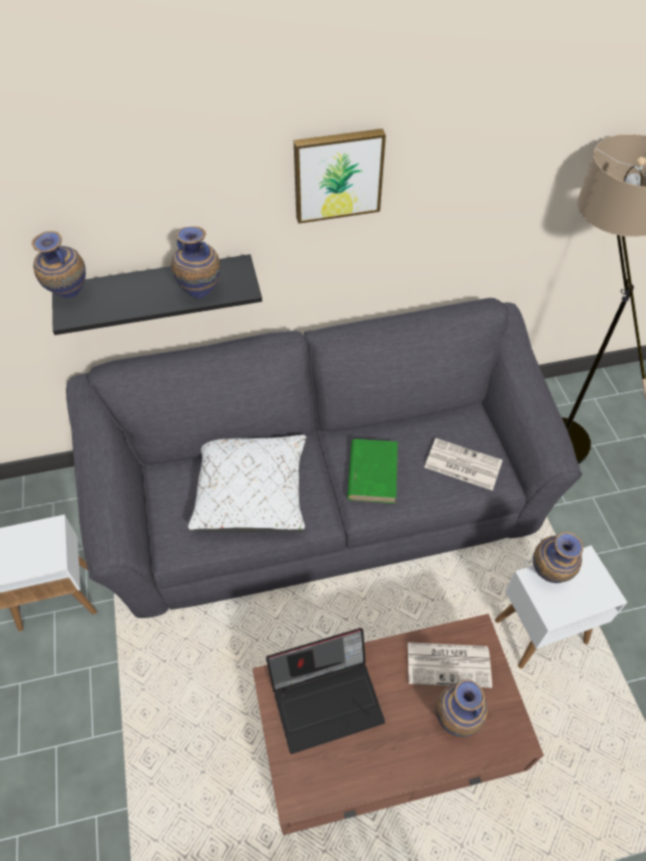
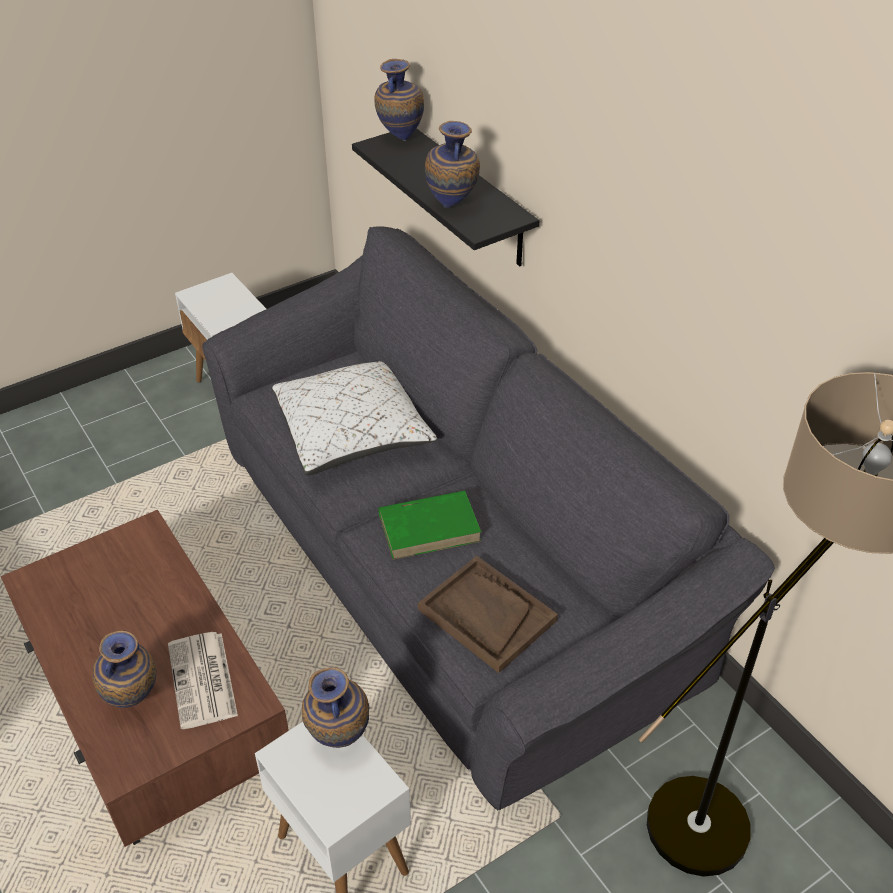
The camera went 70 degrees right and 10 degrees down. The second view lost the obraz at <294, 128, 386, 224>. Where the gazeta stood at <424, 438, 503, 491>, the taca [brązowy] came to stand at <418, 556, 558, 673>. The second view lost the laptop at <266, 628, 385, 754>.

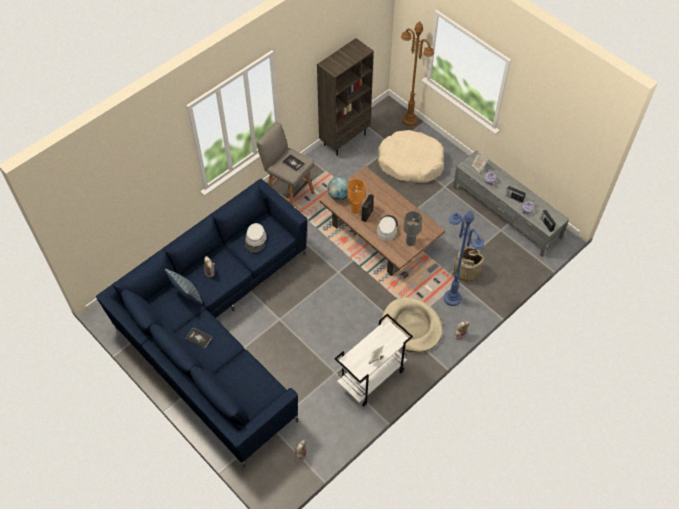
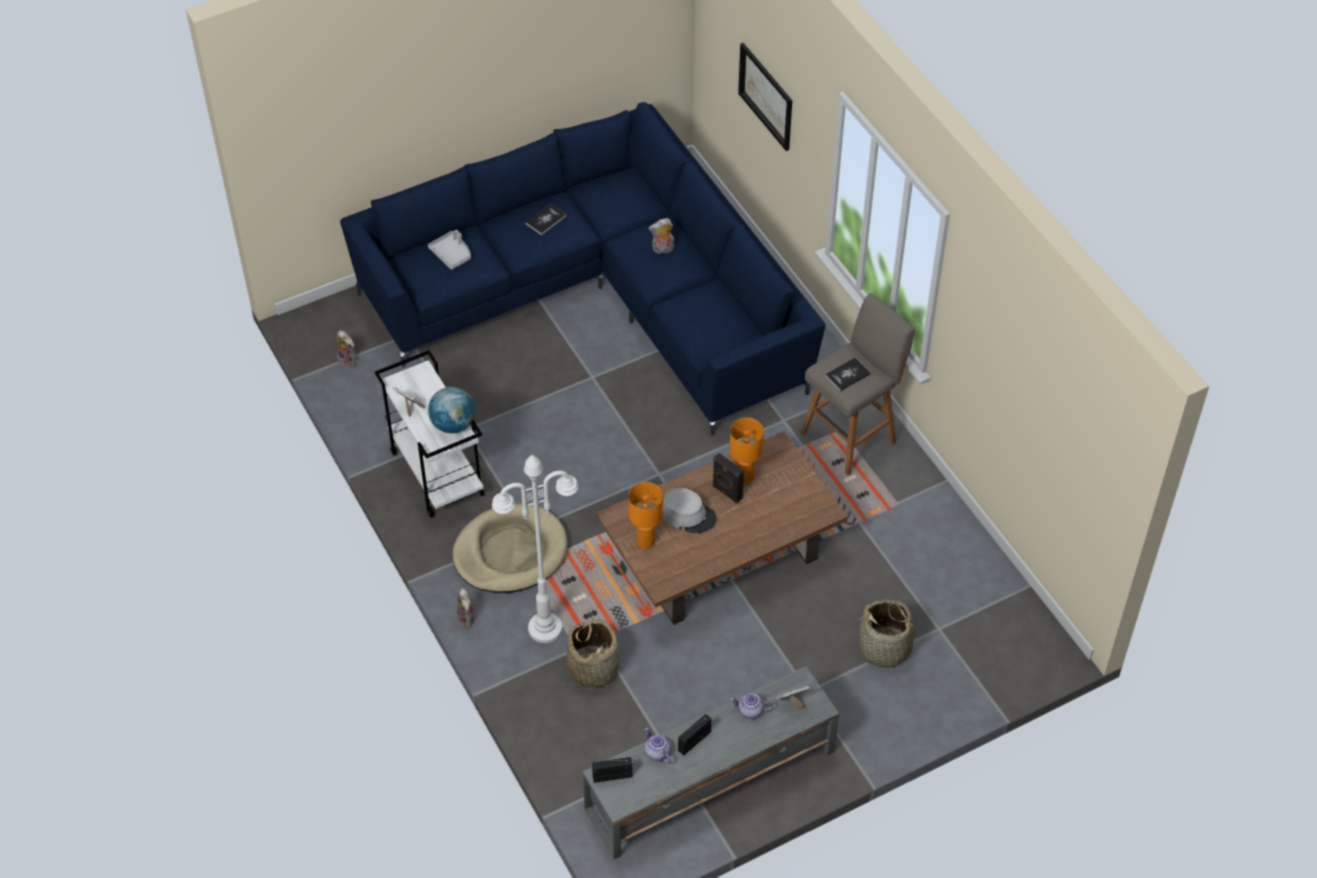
The camera went 105 degrees right and 5 degrees down. The second view lost the lampa stojąca [brązowy] at <401, 21, 434, 126>. The second view lost the regał [brązowy] at <317, 38, 374, 156>. Where the legowisko [beżowy] stood at <378, 130, 444, 183>, the koszyk came to stand at <854, 599, 924, 668>. The globus ended up elsewhere, having gone from <327, 176, 349, 200> to <428, 387, 475, 433>. What was the lampa stołowa [szary] at <403, 211, 423, 246> turned into the lampa stołowa [pomarańczowy] at <628, 482, 663, 549>. What was the lampa stojąca [niebieski] at <444, 211, 484, 306> turned into the lampa stojąca [biały] at <492, 455, 579, 643>. The second view lost the kapelusz [szary] at <245, 223, 267, 253>. The second view lost the poduszka at <165, 269, 202, 304>. The second view gained the obraz at <738, 43, 792, 151>. The second view gained the taca [szary] at <428, 230, 471, 270>.

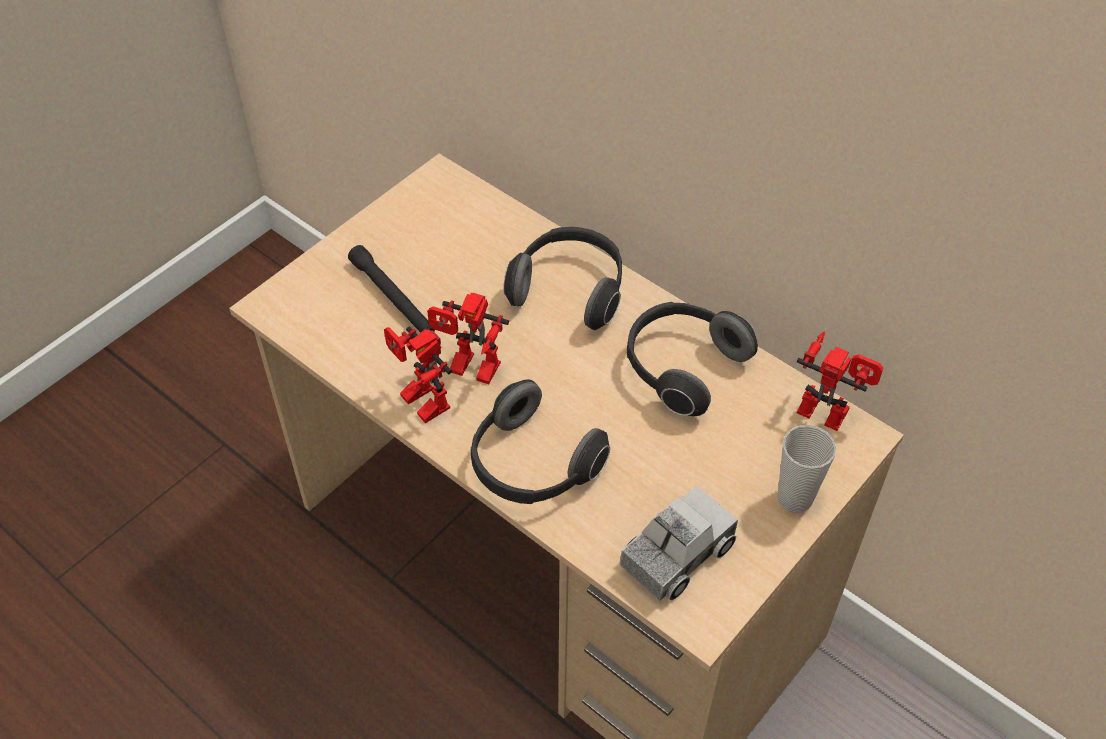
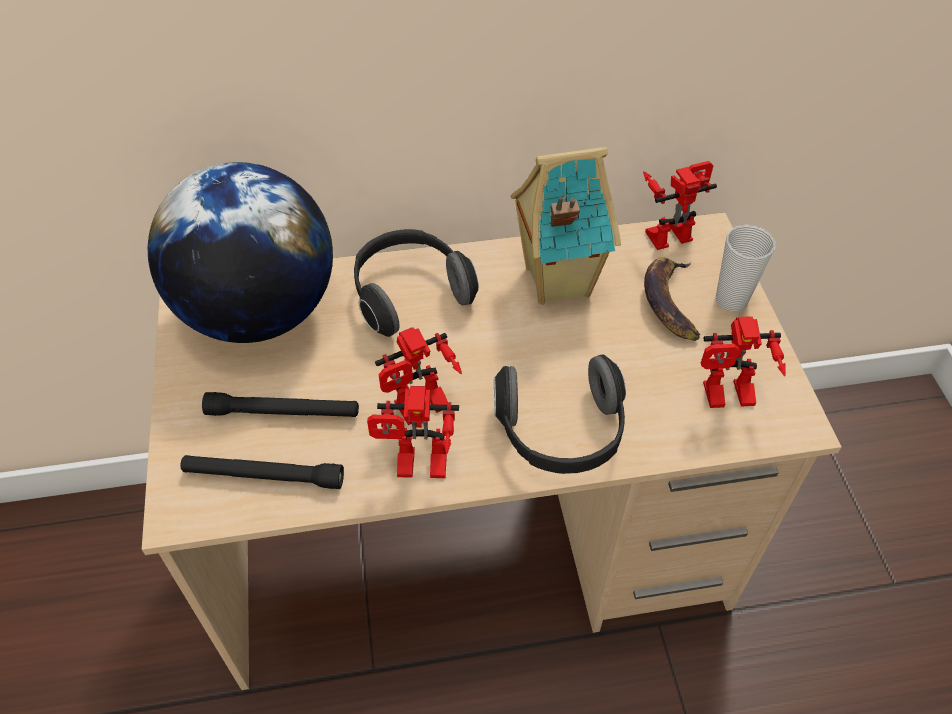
The camera went 50 degrees left and 0 degrees up. Where the słuchawki stood at <627, 302, 758, 416>, the domek came to stand at <511, 147, 621, 305>. Where the ciężarówka zabawkowa stood at <619, 485, 738, 601>, the robot zabawkowy came to stand at <701, 316, 786, 408>. The second view gained the globus at <148, 162, 333, 343>. The second view gained the banan at <644, 257, 700, 341>. The second view gained the latarka [czarny] at <180, 455, 344, 489>.

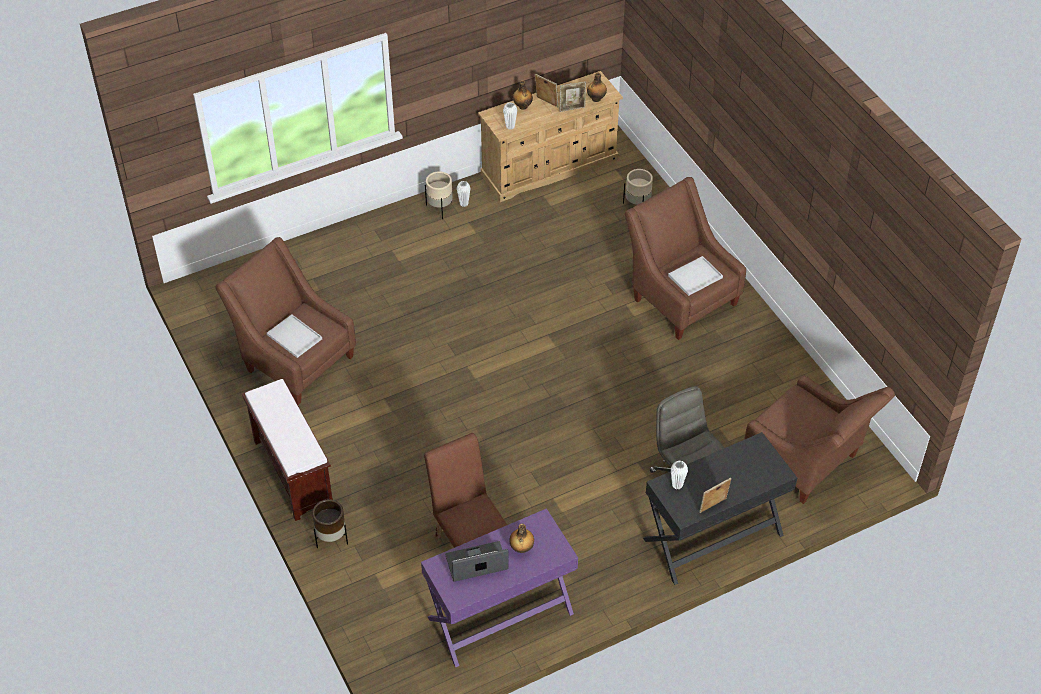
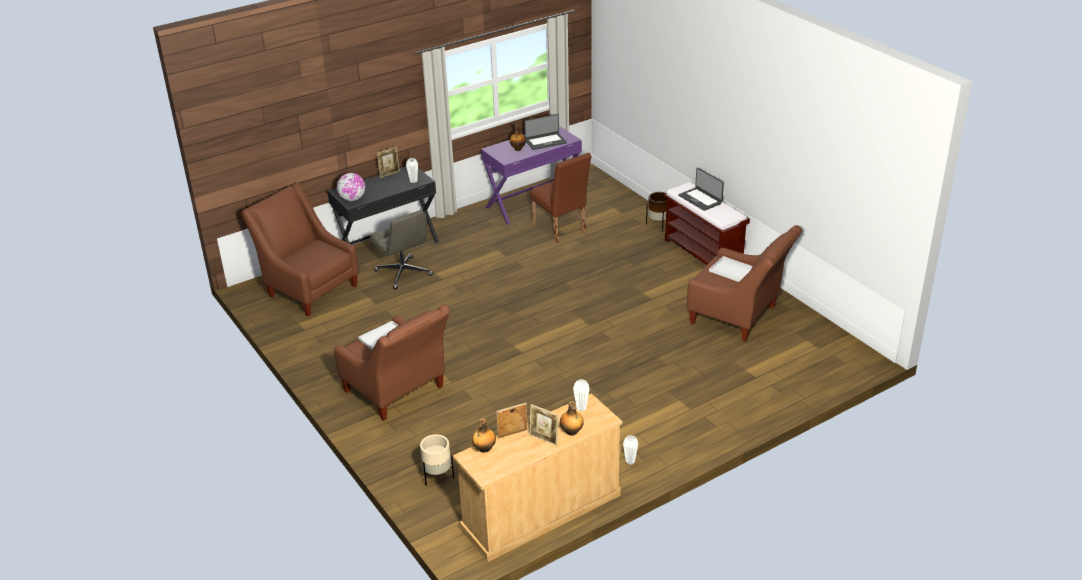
The camera went 175 degrees right and 15 degrees down. The second view lost the donica [beżowy] at <425, 171, 453, 219>. The second view gained the laptop at <678, 167, 724, 211>. The second view gained the globus at <337, 173, 365, 201>.

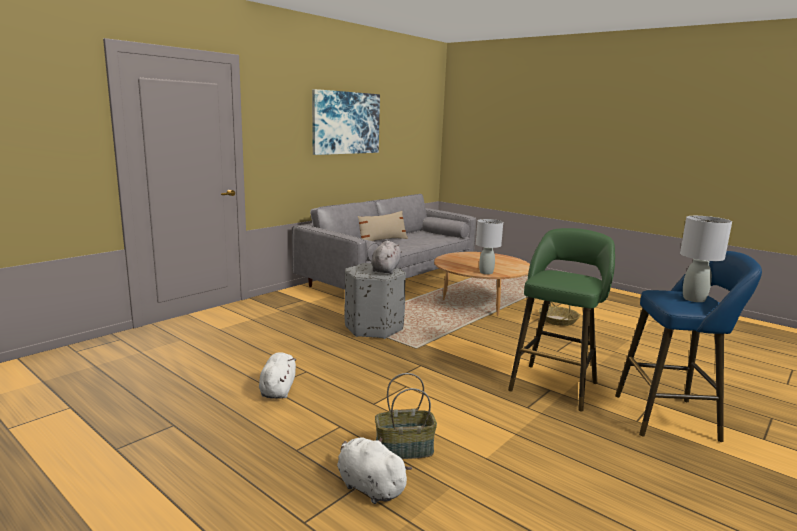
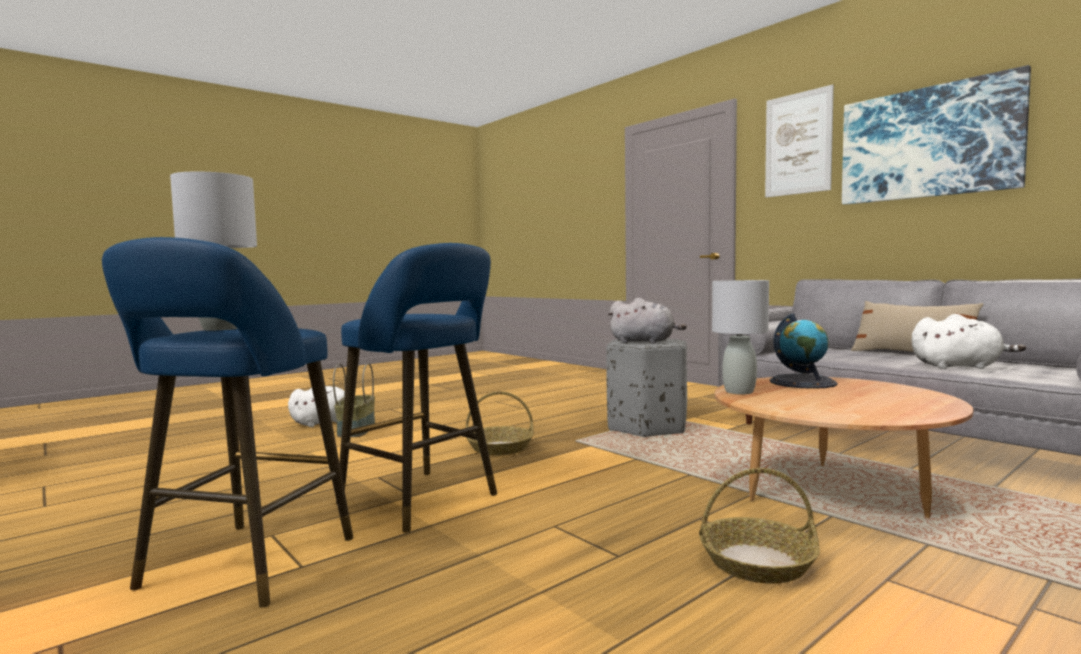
The camera went 100 degrees right and 10 degrees down. What was the stołek [zielony] at <508, 228, 615, 411> turned into the stołek [niebieski] at <336, 243, 497, 532>. The pluszak [biały] ended up elsewhere, having gone from <259, 352, 296, 399> to <911, 314, 1026, 369>. The second view gained the obraz at <765, 85, 834, 197>. The second view gained the globus at <770, 314, 838, 389>. The second view gained the koszyk at <466, 391, 533, 455>.

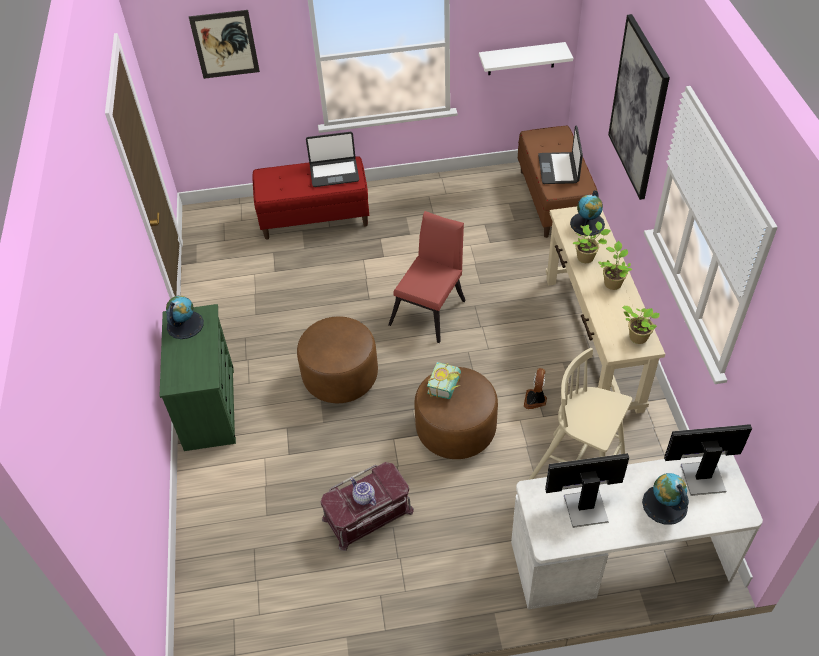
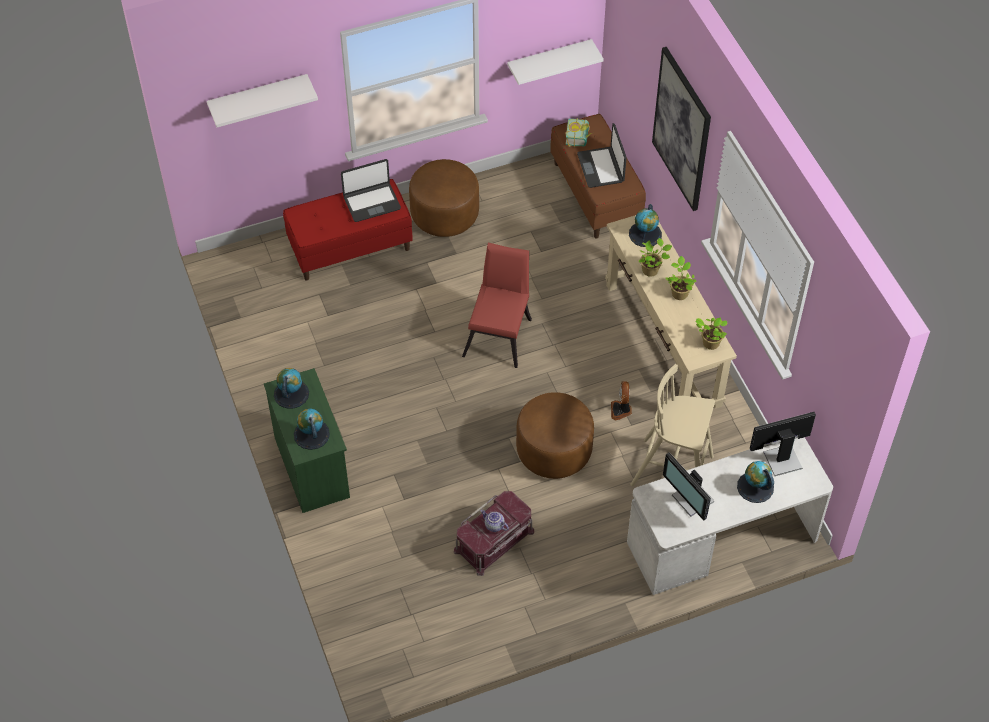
The camera went 15 degrees left and 5 degrees up. Where the obraz hung at <189, 10, 260, 79>, the półka [biały] came to hang at <207, 74, 318, 127>. The pufa [brązowy] ended up elsewhere, having gone from <297, 316, 378, 403> to <409, 159, 479, 237>. The książka ended up elsewhere, having gone from <427, 362, 461, 399> to <565, 118, 592, 147>. The monitor at <545, 453, 629, 528> ended up facing another way, 105 degrees counterclockwise from before. The second view gained the globus at <294, 408, 330, 450>.

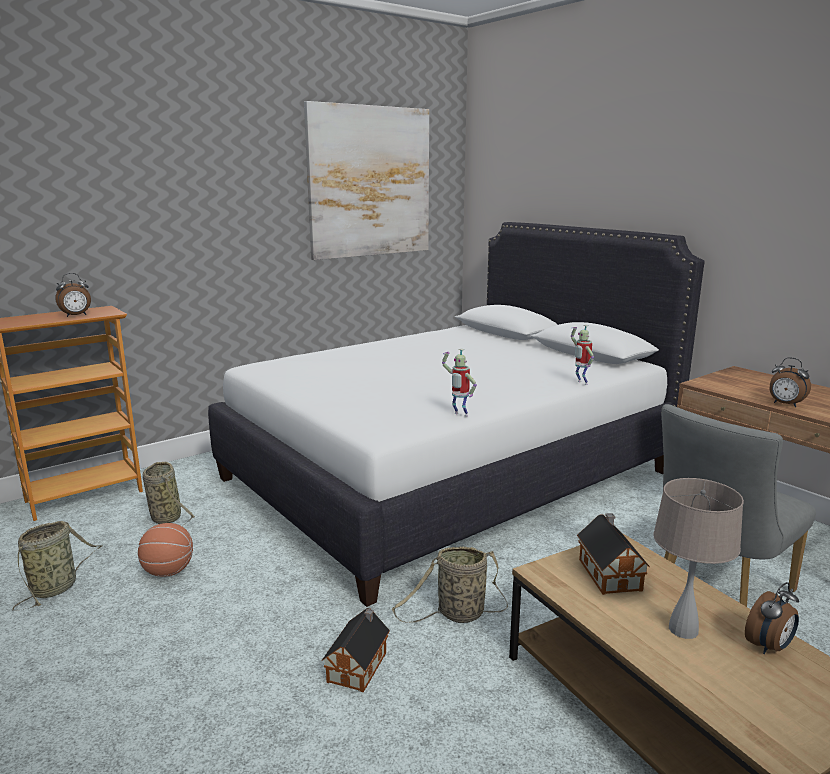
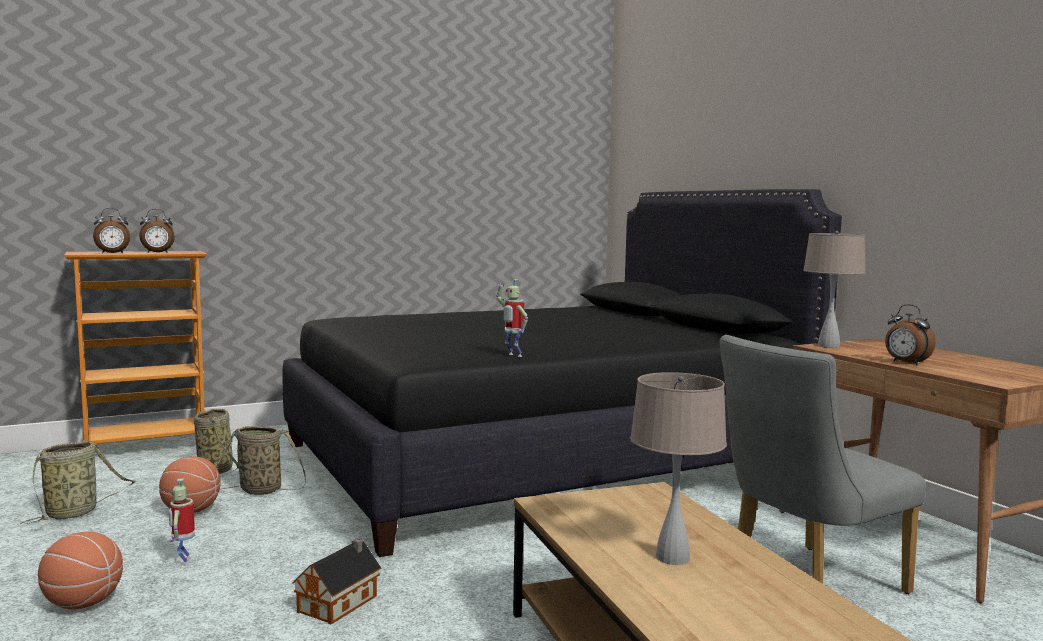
The camera went 10 degrees right and 10 degrees down. The second view lost the obraz at <304, 101, 429, 260>. What was the łóżko [biały] at <208, 222, 705, 607> turned into the łóżko [czarny] at <283, 189, 842, 557>. The robot zabawkowy ended up elsewhere, having gone from <571, 325, 594, 385> to <169, 478, 195, 566>. The second view lost the domek at <577, 513, 650, 595>. The koszyk ended up elsewhere, having gone from <392, 546, 508, 623> to <215, 426, 306, 495>. The budzik ended up elsewhere, having gone from <745, 582, 799, 654> to <93, 208, 130, 253>. The second view gained the lampa stołowa [beżowy] at <803, 231, 866, 348>. The second view gained the piłka do koszykówki at <38, 532, 123, 609>.

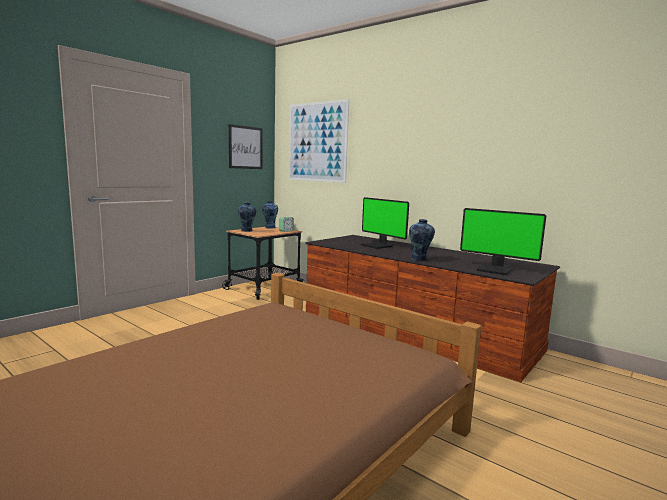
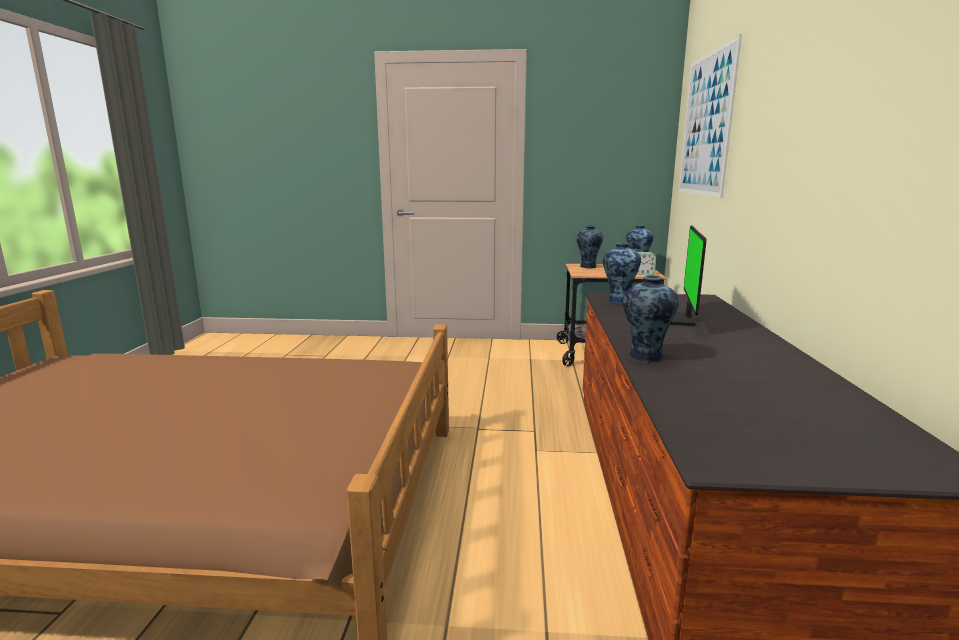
The camera went 55 degrees right and 5 degrees up. The second view lost the obraz at <229, 124, 263, 169>. The second view lost the monitor at <460, 208, 546, 275>. The second view gained the wazon at <603, 243, 641, 304>.

